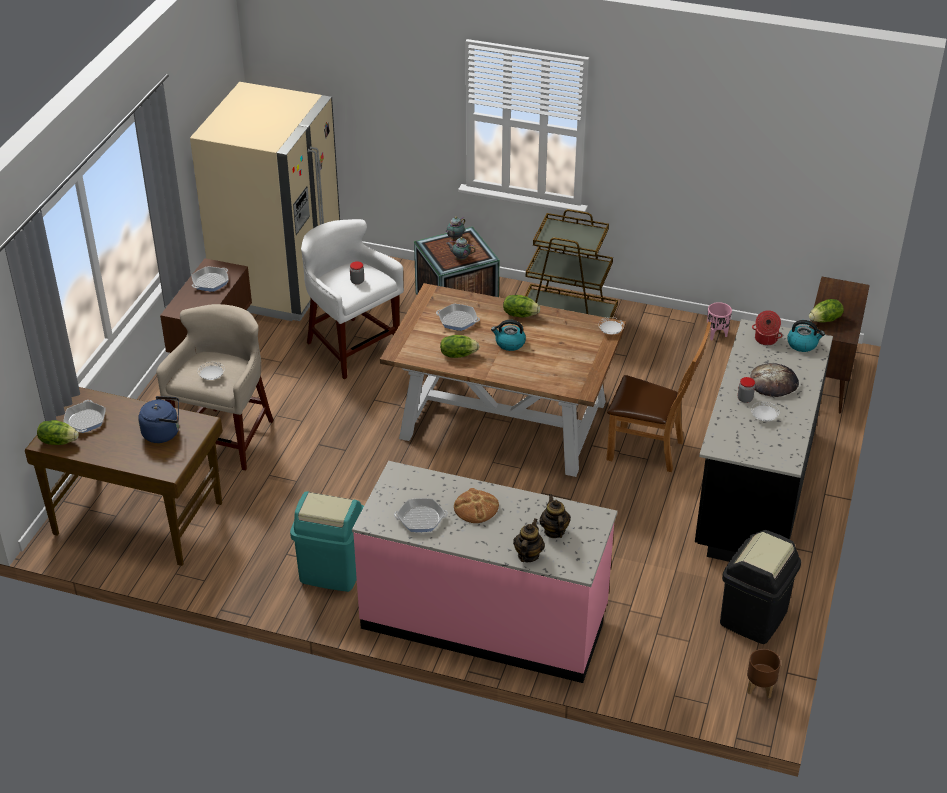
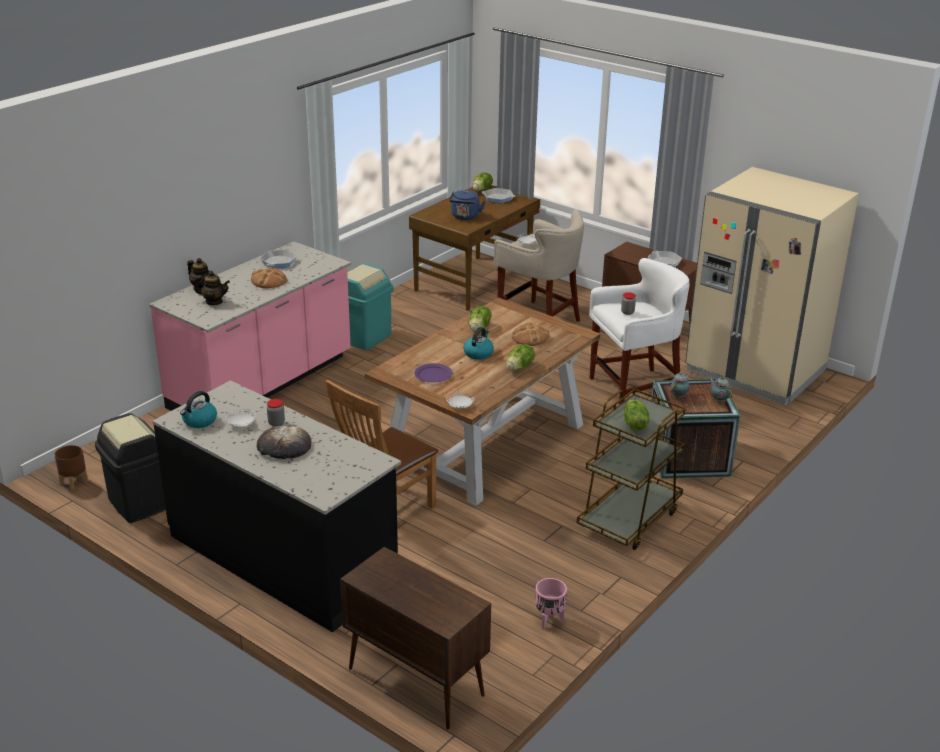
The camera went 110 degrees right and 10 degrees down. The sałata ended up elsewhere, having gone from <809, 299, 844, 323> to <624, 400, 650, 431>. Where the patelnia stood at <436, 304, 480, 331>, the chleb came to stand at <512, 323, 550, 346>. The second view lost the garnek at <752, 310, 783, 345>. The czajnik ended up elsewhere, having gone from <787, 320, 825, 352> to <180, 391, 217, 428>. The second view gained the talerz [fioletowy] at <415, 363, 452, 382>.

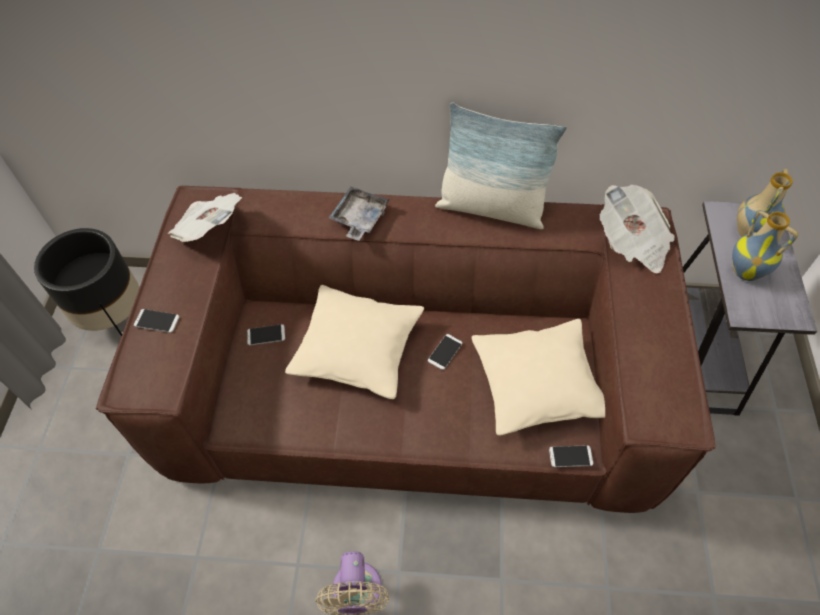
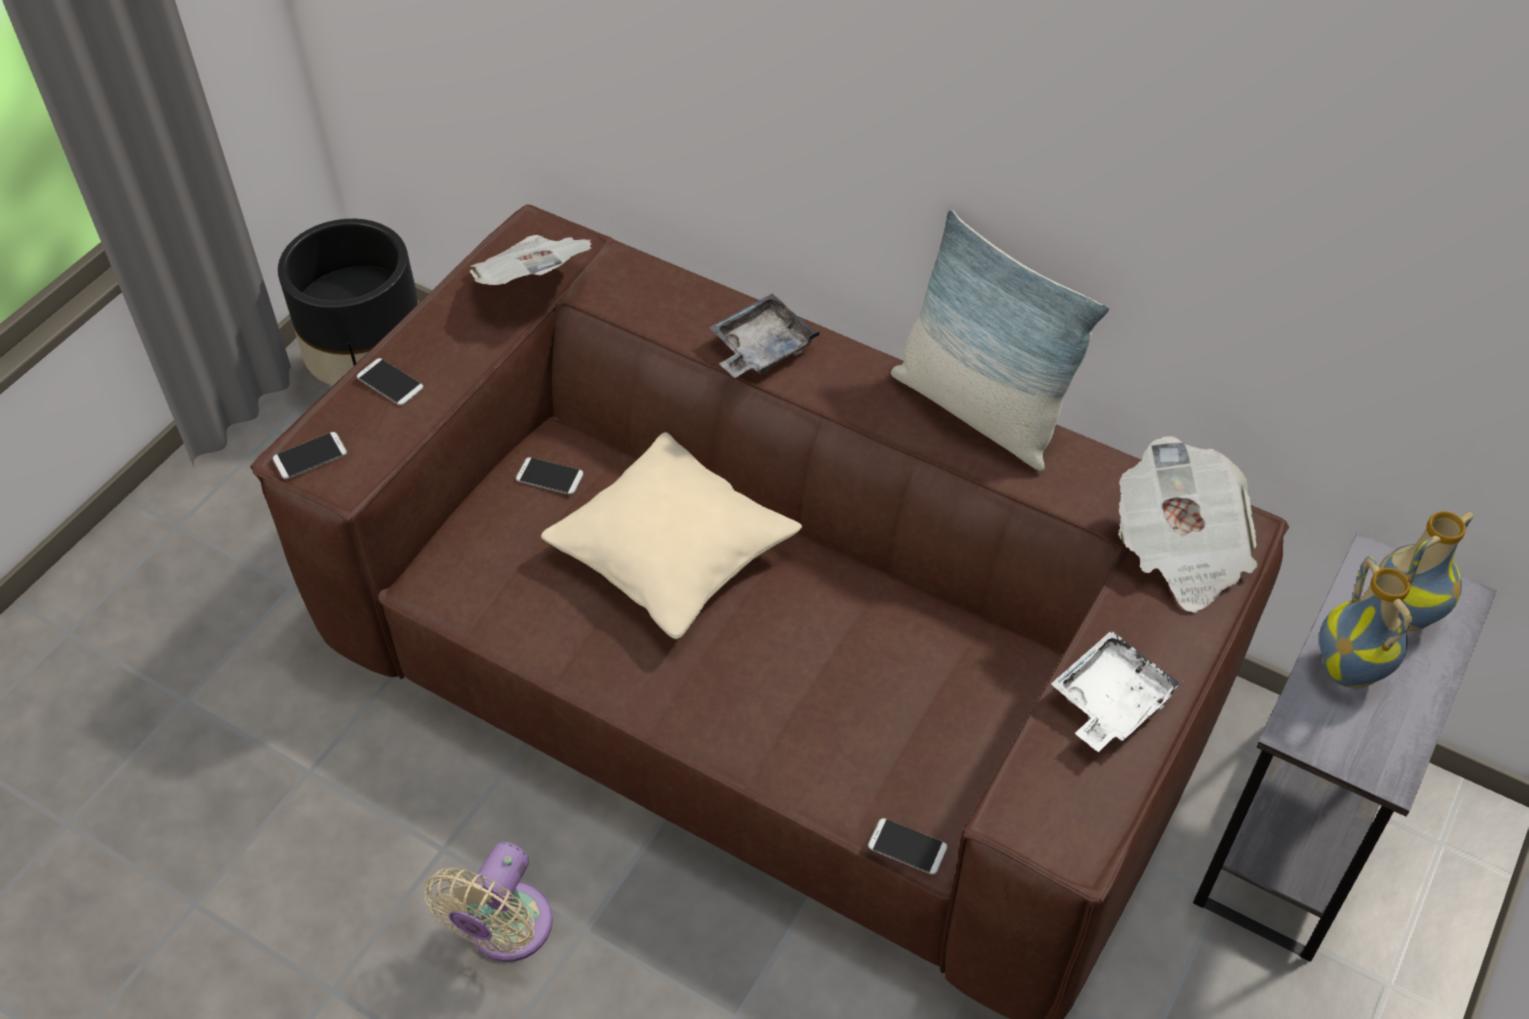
The camera went 25 degrees right and 5 degrees down. The second view lost the poduszka [beżowy] at <472, 319, 605, 436>. The telefon ended up elsewhere, having gone from <428, 334, 462, 370> to <273, 432, 347, 479>. The second view gained the taca [biały] at <1051, 630, 1183, 752>.

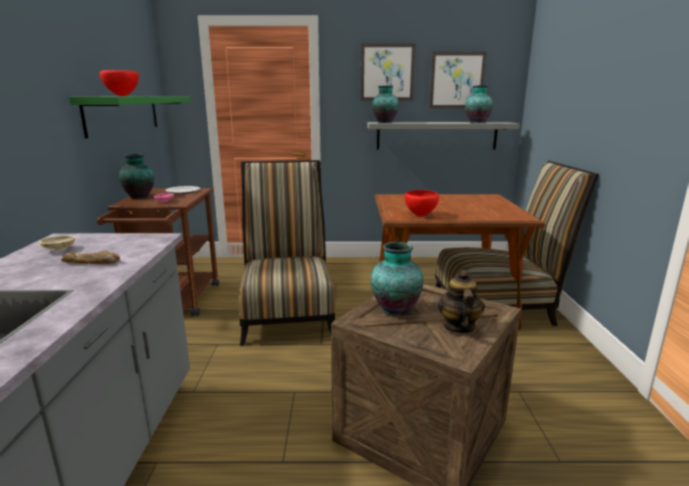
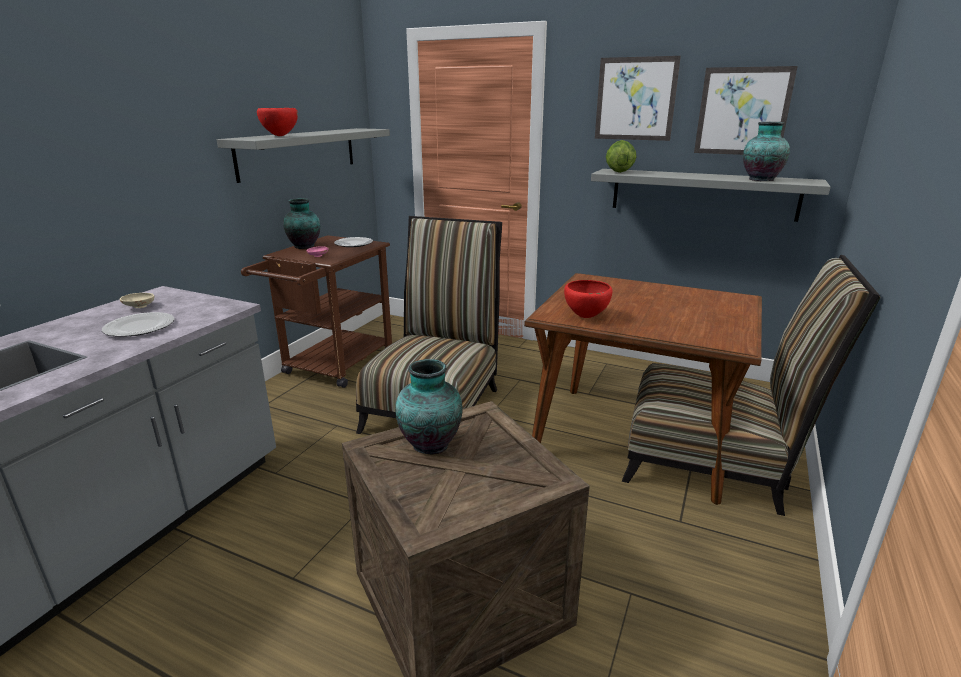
The camera went 25 degrees right and 5 degrees up. Where the wazon stood at <372, 85, 399, 123>, the sałata came to stand at <606, 140, 637, 173>. What was the półka [zielony] at <69, 97, 191, 139> turned into the półka [szary] at <216, 128, 390, 183>. Where the chleb stood at <61, 250, 120, 264>, the talerz came to stand at <102, 312, 175, 337>. The second view lost the imbryk at <437, 270, 485, 334>.

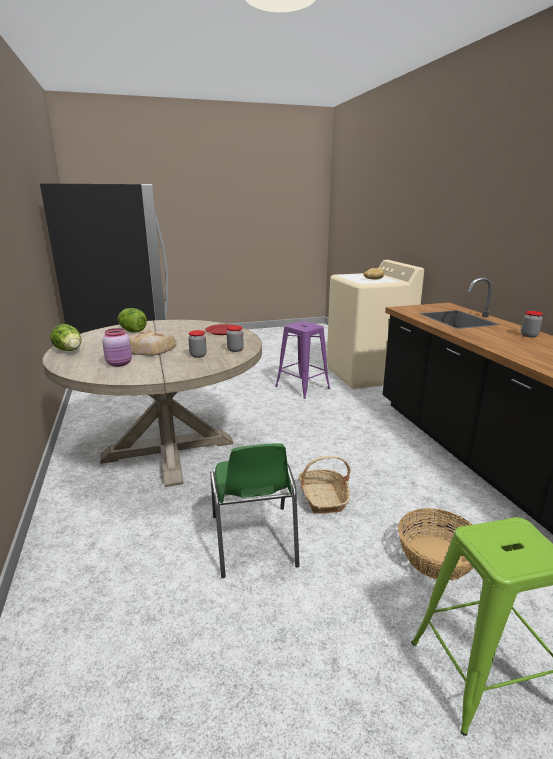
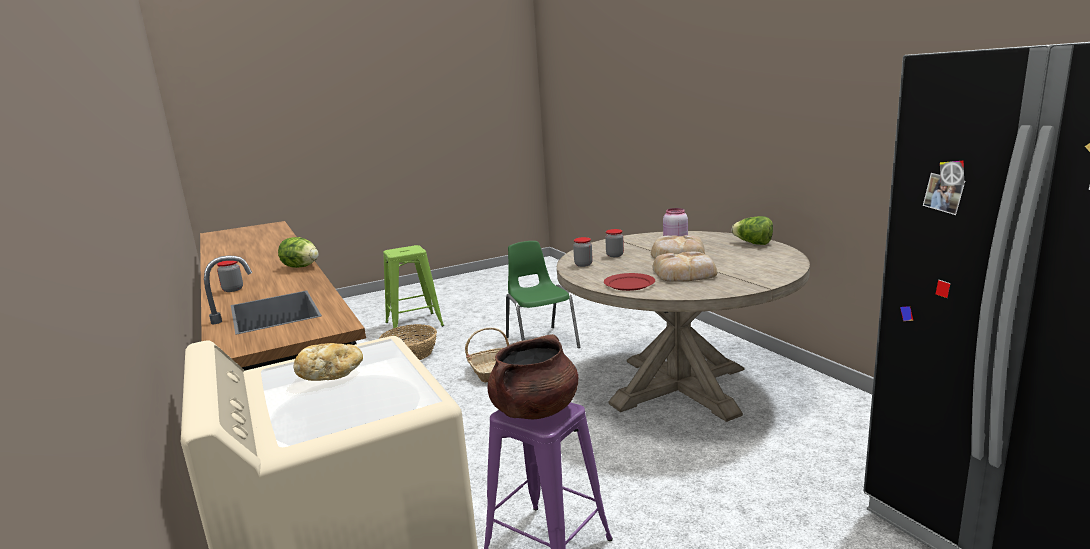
The camera went 170 degrees right and 5 degrees down. The sałata ended up elsewhere, having gone from <118, 308, 147, 332> to <278, 237, 319, 268>. The second view gained the chleb at <652, 252, 717, 282>. The second view gained the garnek [brązowy] at <488, 334, 578, 419>.

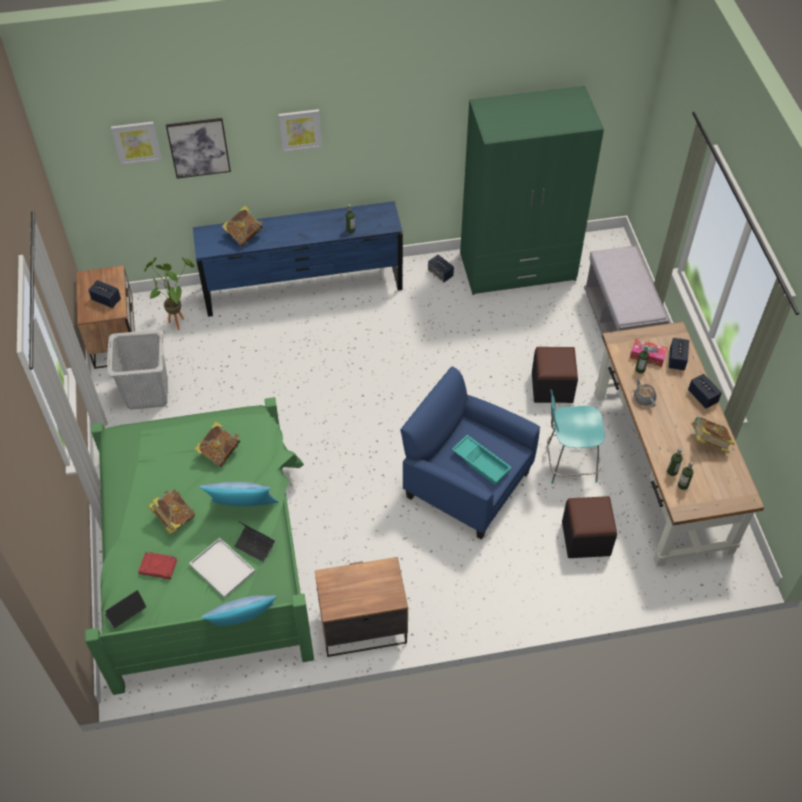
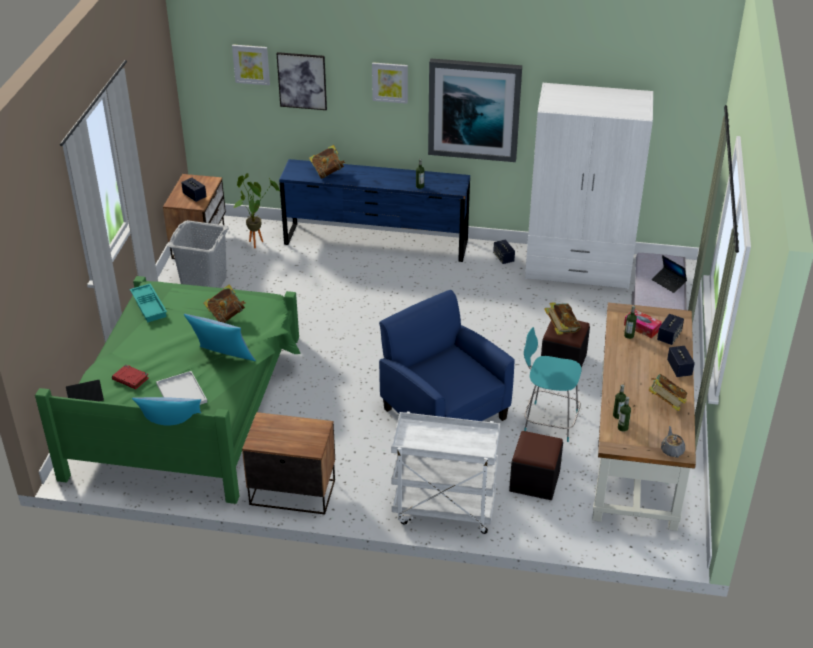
The camera went 20 degrees right and 15 degrees down. What was the szafa [zielony] at <460, 86, 604, 295> turned into the szafa [biały] at <525, 83, 653, 289>. The imbryk [szary] ended up elsewhere, having gone from <634, 377, 656, 407> to <661, 426, 685, 458>. The taca [turkusowy] ended up elsewhere, having gone from <452, 435, 512, 485> to <130, 284, 167, 322>. The książka ended up elsewhere, having gone from <148, 489, 195, 535> to <544, 303, 581, 335>. The laptop ended up elsewhere, having gone from <234, 522, 275, 562> to <652, 255, 687, 293>. The second view gained the obraz at <428, 59, 522, 162>. The second view gained the wózek [biały] at <391, 412, 500, 534>.

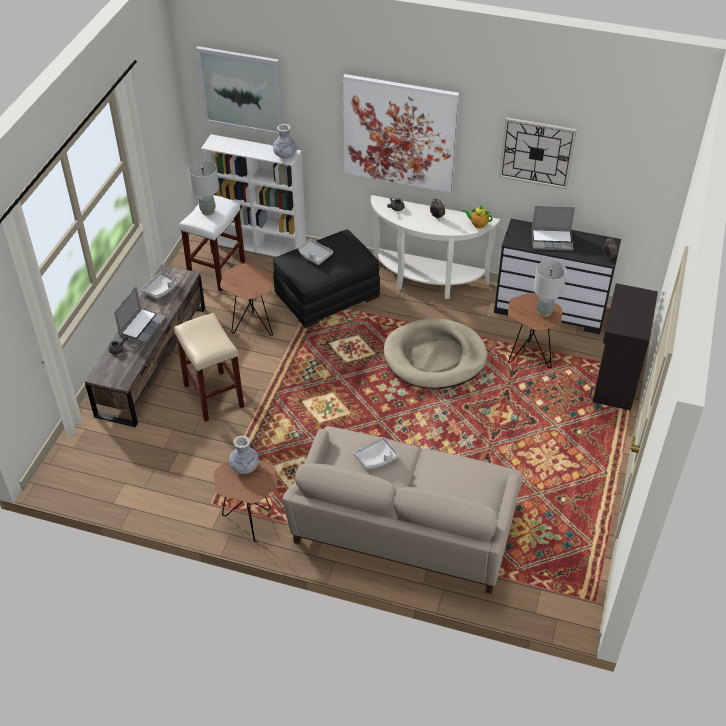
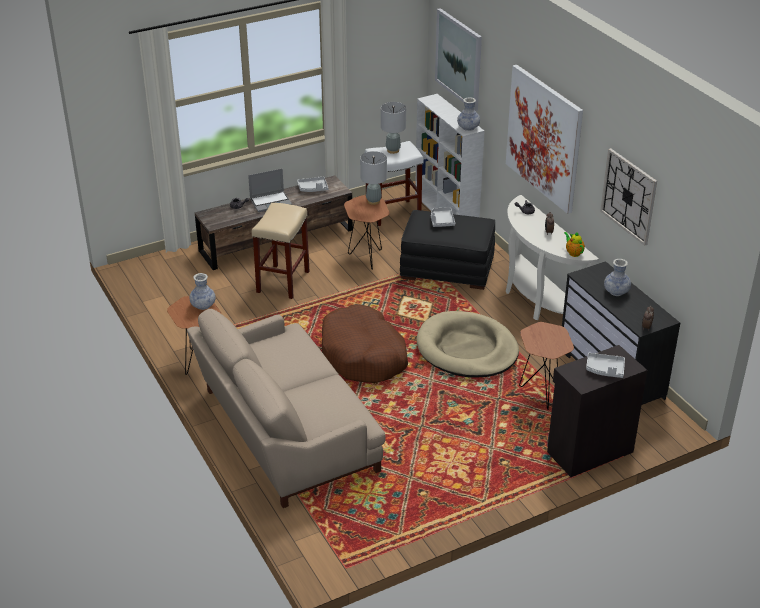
The camera went 45 degrees right and 10 degrees down. Where the laptop stood at <531, 206, 575, 251>, the wazon came to stand at <604, 259, 631, 296>. The lampa stołowa [szary] ended up elsewhere, having gone from <533, 260, 567, 317> to <360, 151, 387, 205>. The taca [szary] ended up elsewhere, having gone from <354, 437, 399, 469> to <586, 353, 625, 378>. The second view gained the legowisko [brązowy] at <322, 304, 408, 383>.

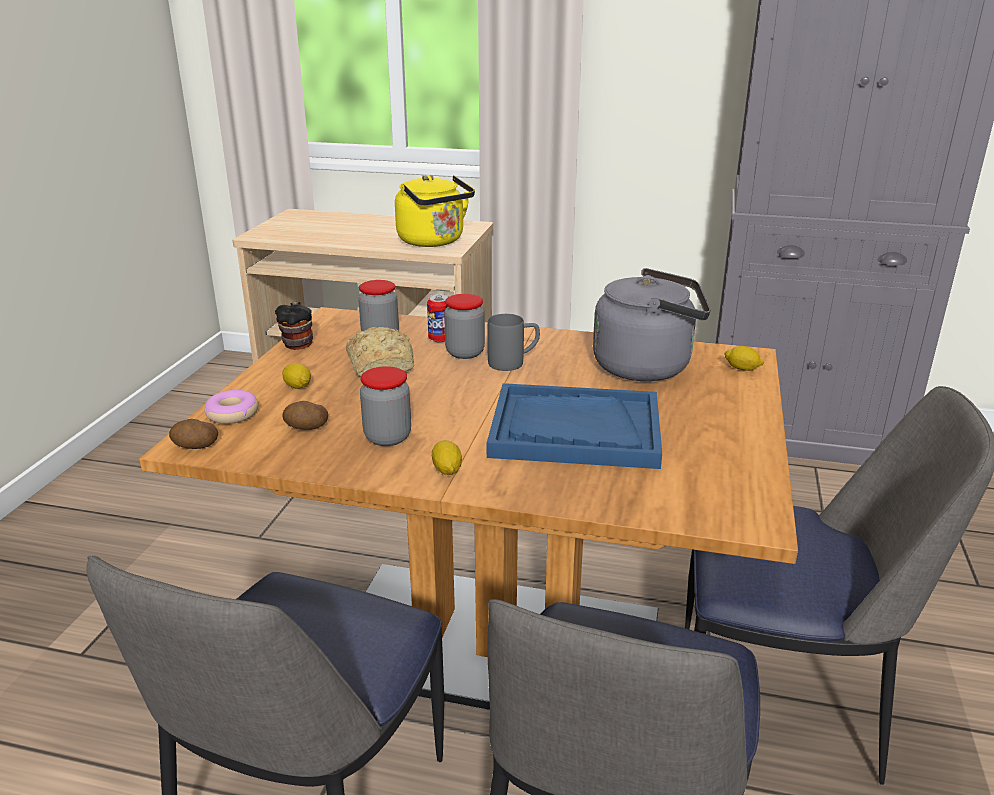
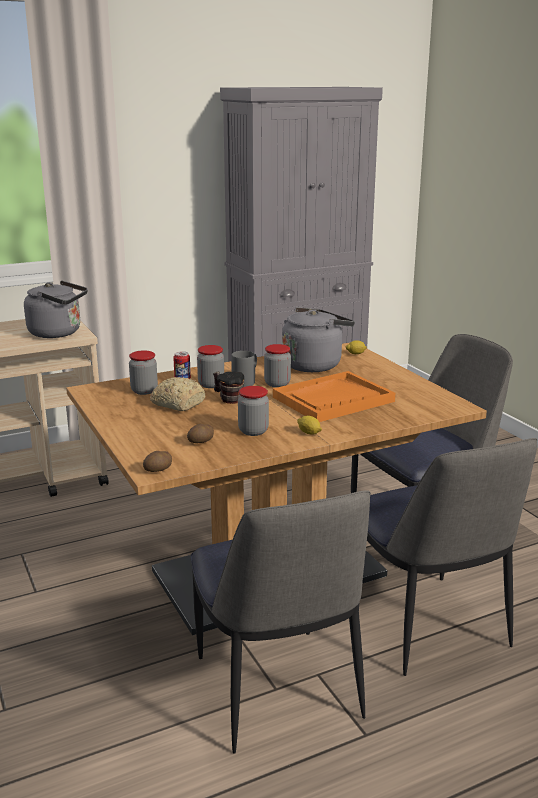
The camera went 40 degrees left and 5 degrees down. What was the czajnik [żółty] at <395, 175, 475, 247> turned into the czajnik [szary] at <24, 281, 88, 338>. The kubek ended up elsewhere, having gone from <275, 302, 313, 350> to <213, 371, 244, 404>. The second view lost the cytryna at <282, 363, 311, 389>. What was the taca [niebieski] at <487, 383, 662, 469> turned into the taca [pomarańczowy] at <273, 371, 395, 422>. The second view lost the donut at <204, 390, 258, 424>. The second view gained the słoik at <264, 344, 291, 387>.

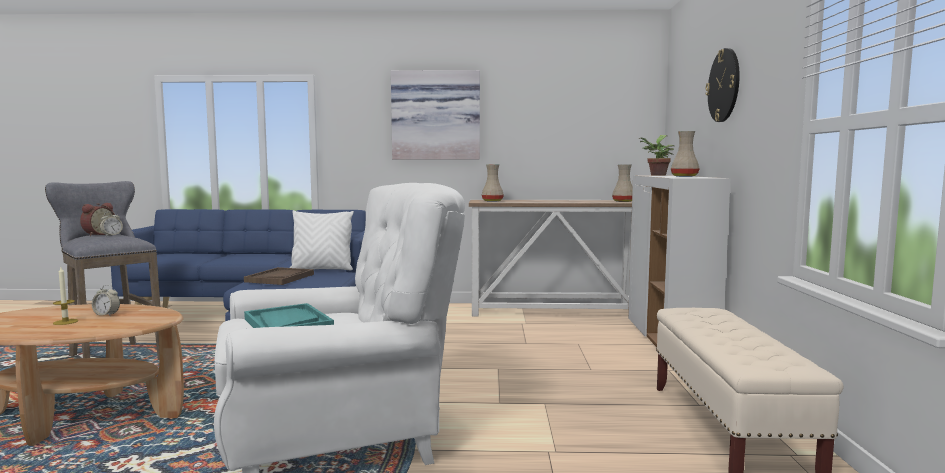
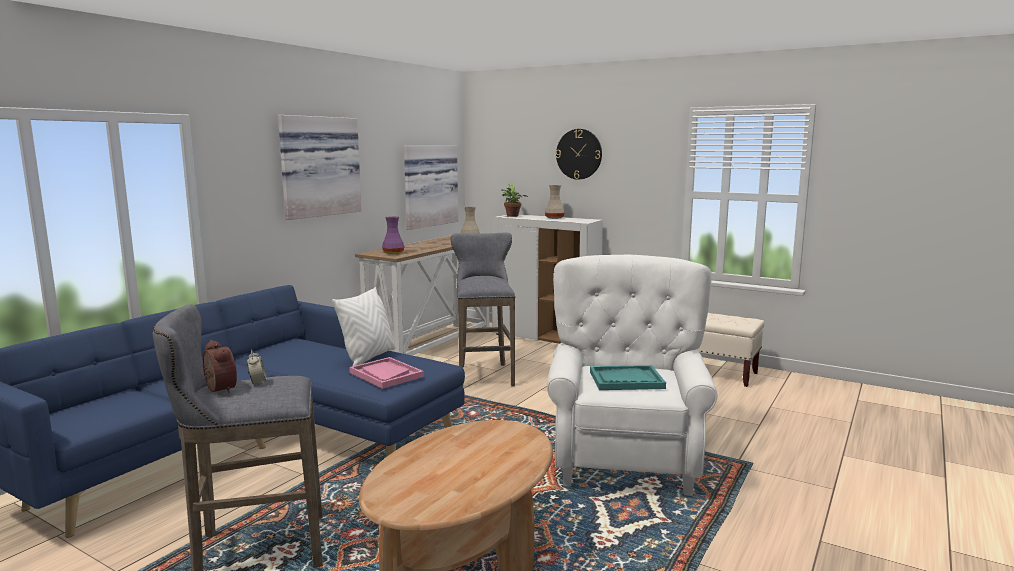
The camera went 60 degrees left and 5 degrees up. What was the wazon [beżowy] at <482, 165, 504, 202> turned into the wazon [fioletowy] at <382, 216, 405, 254>. The second view lost the świeca at <53, 267, 78, 325>. What was the taca [brązowy] at <244, 267, 314, 285> turned into the taca [różowy] at <349, 357, 424, 389>. The second view lost the budzik at <92, 285, 120, 316>. The second view gained the obraz at <404, 146, 458, 230>. The second view gained the stołek [szary] at <451, 232, 515, 387>.

